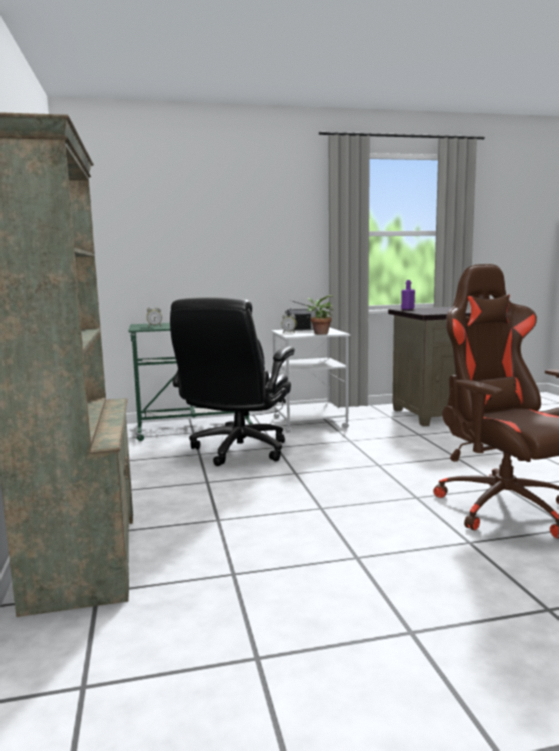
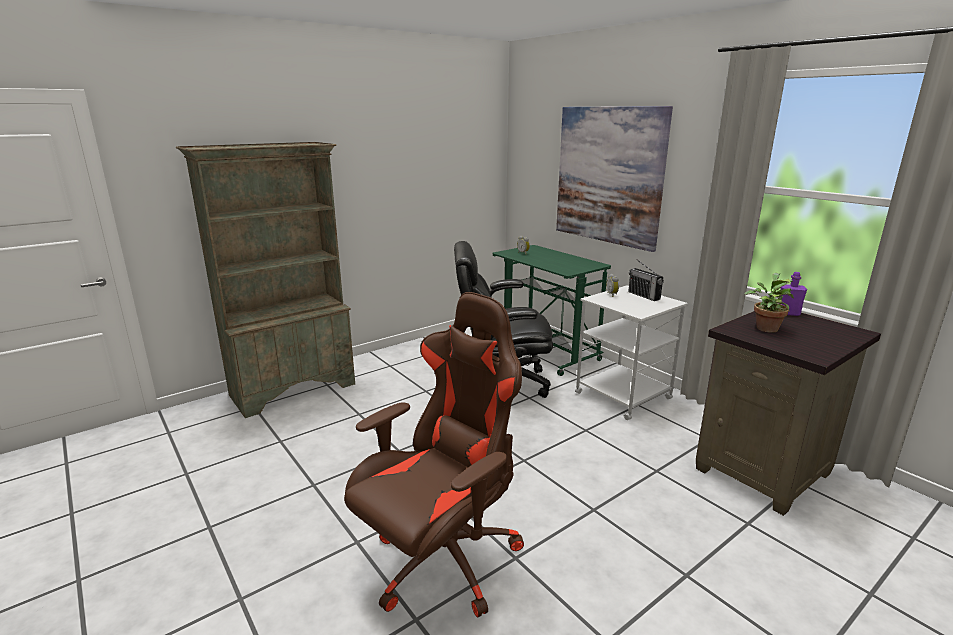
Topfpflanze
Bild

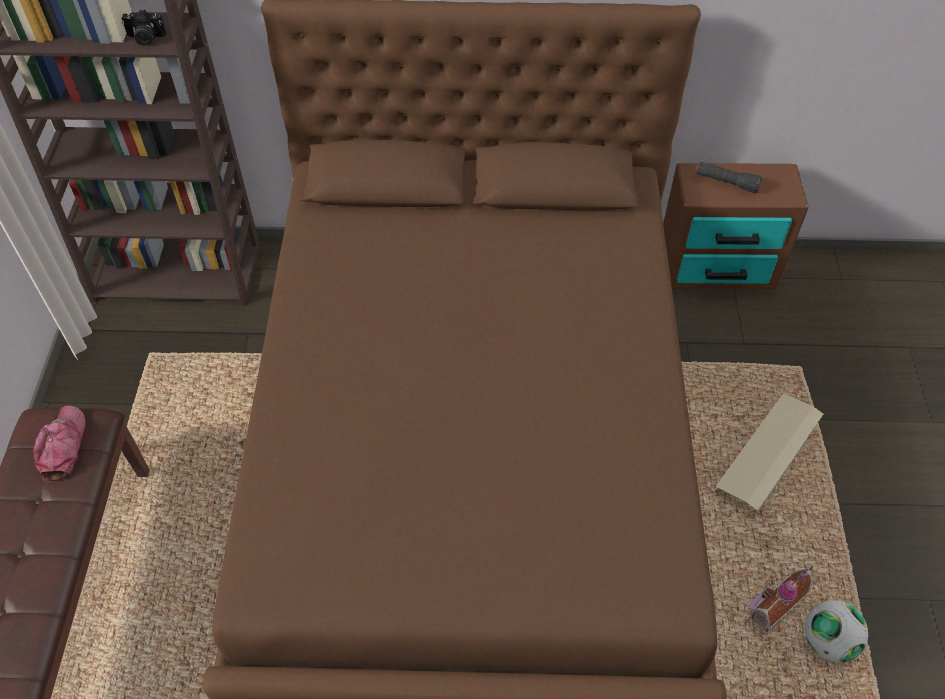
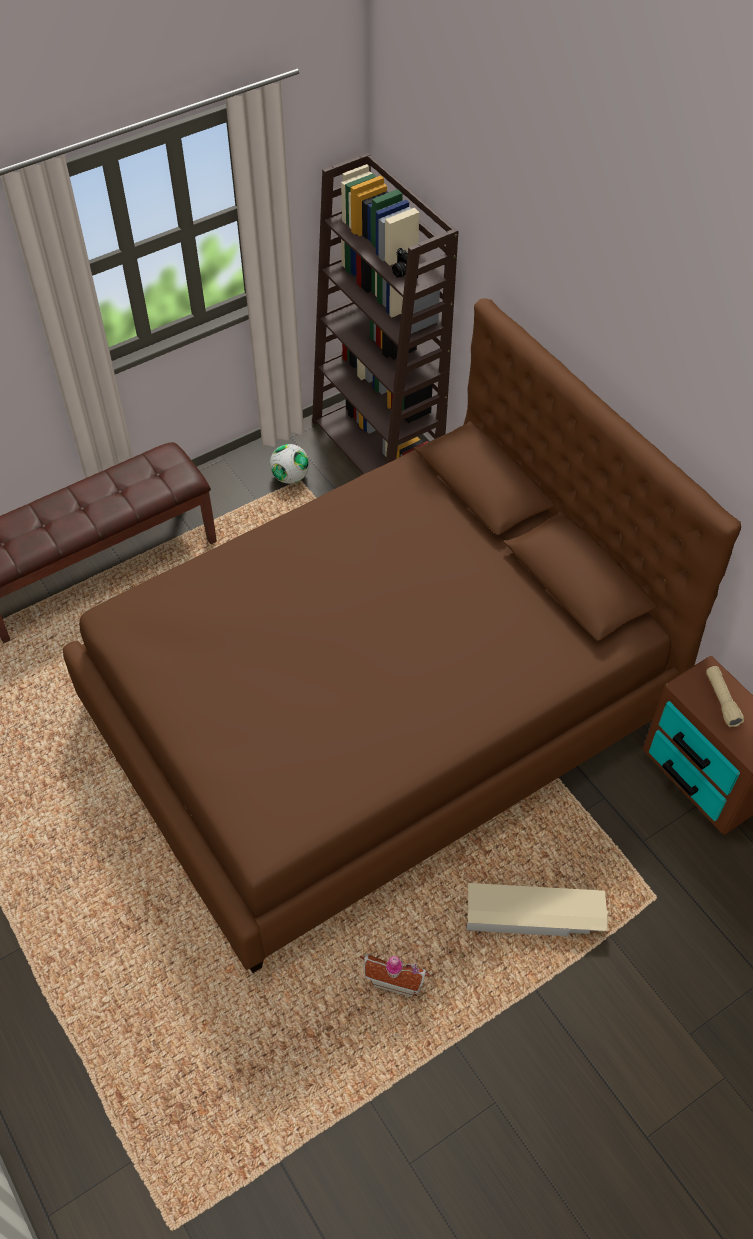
Taschenlampe [beige]
Kappe
Fußball

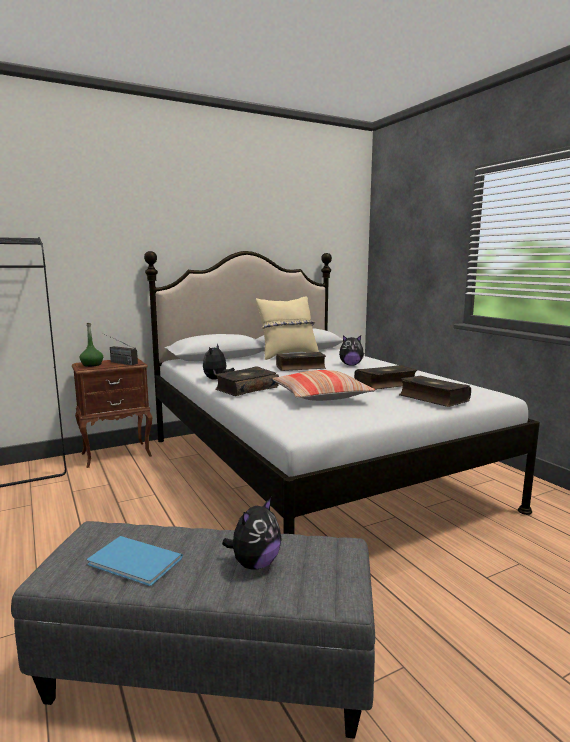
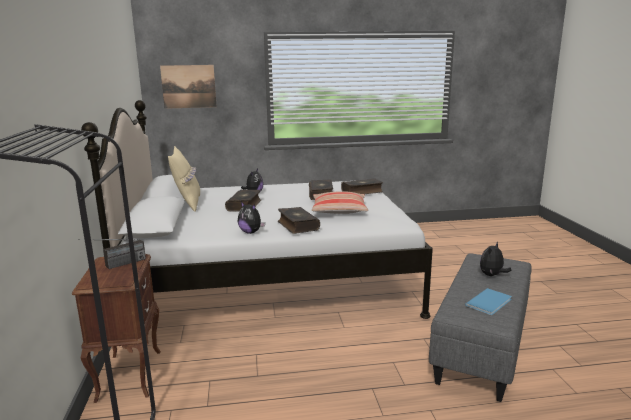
Flasche [grün]
Plüschtier (no. 3 from left)
Bild

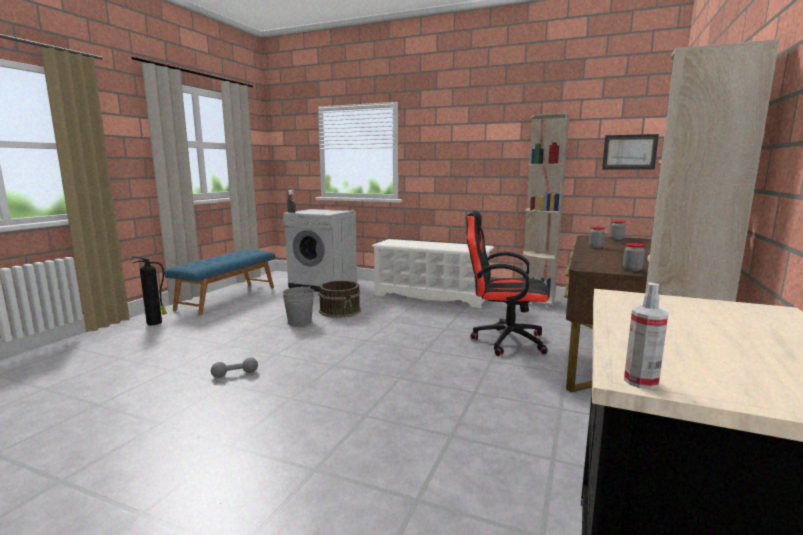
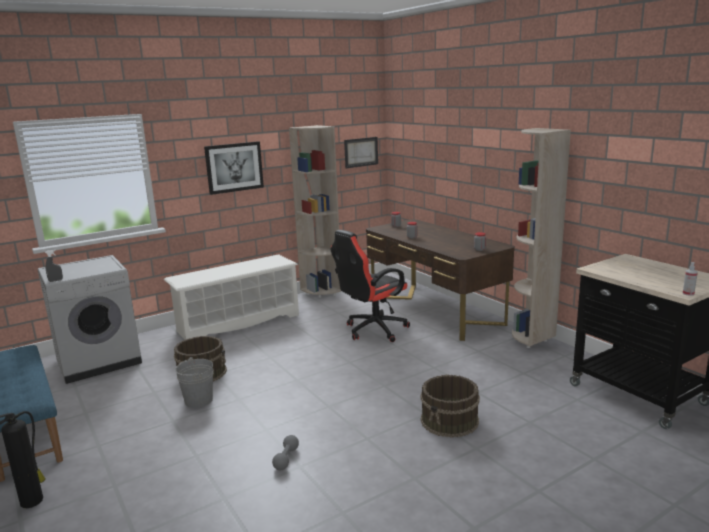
Bild (no. 1 from left)
Eimer [braun] (no. 2 from left)

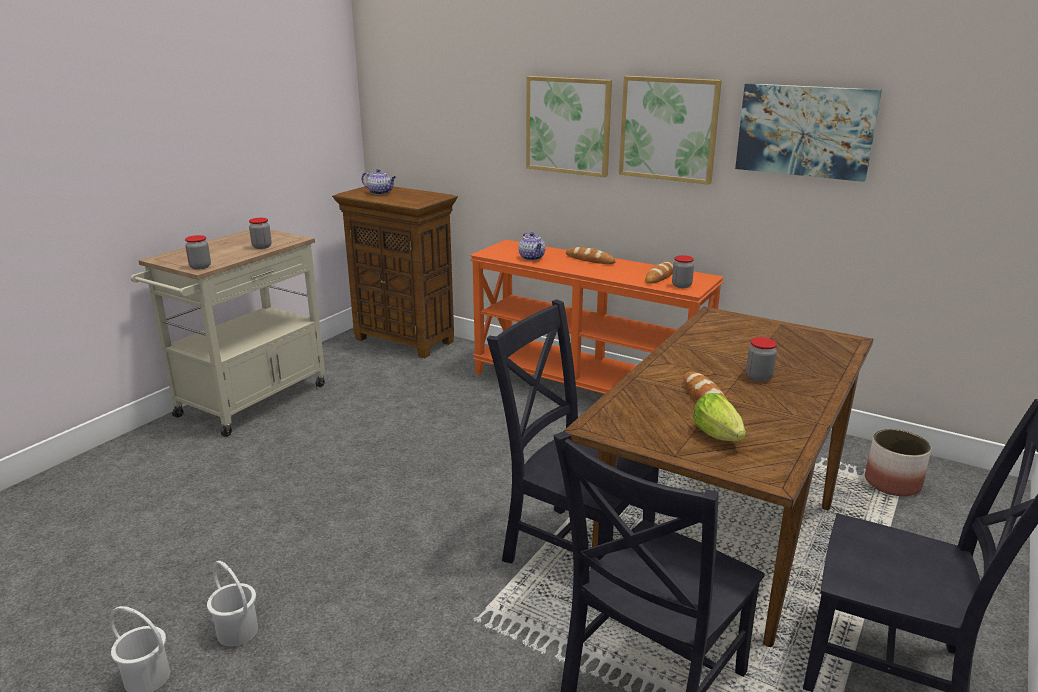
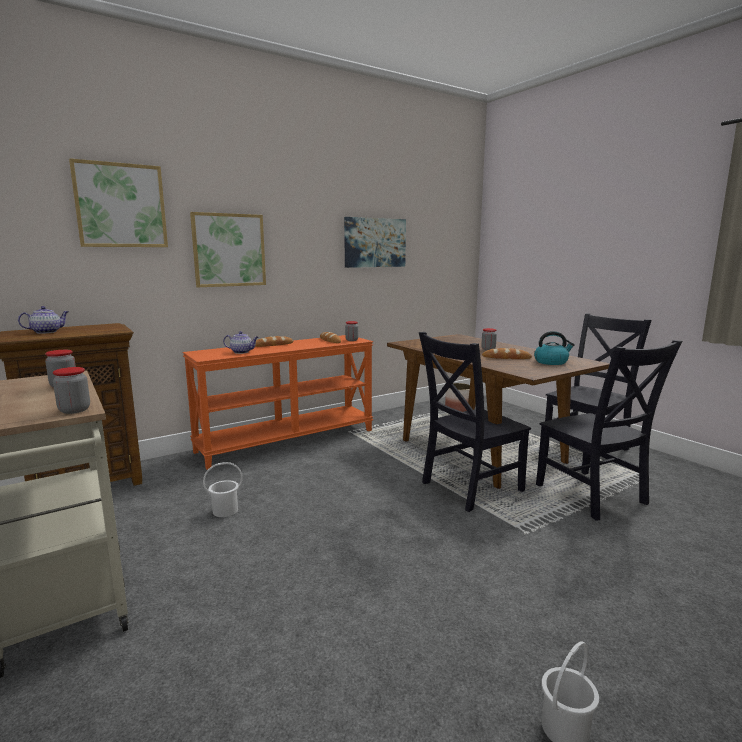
Bild (no. 1 from left)
Wasserkessel
Eimer [weiß] (no. 1 from left)

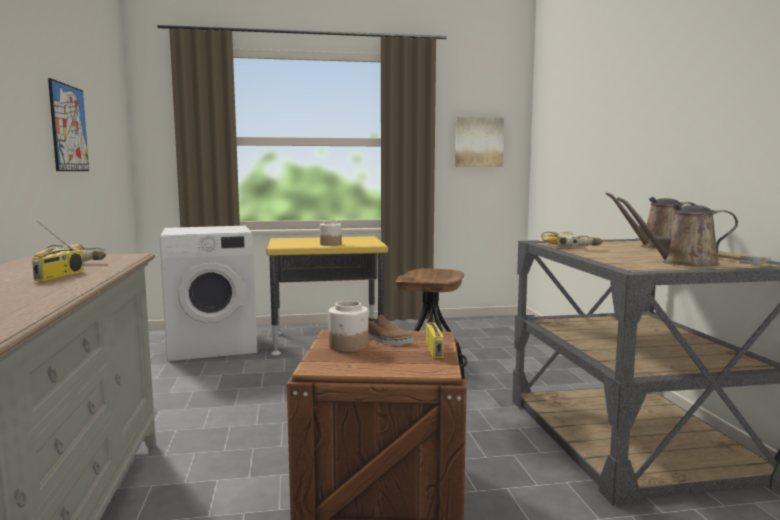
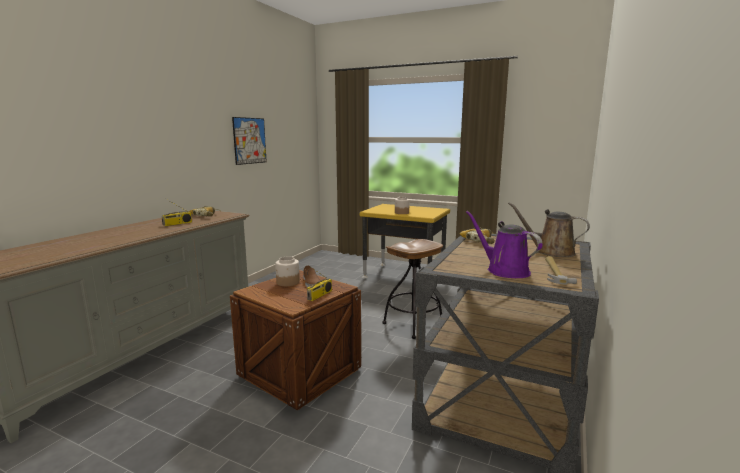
Bild (no. 2 from left in the first image)
Gießkanne [lila]
Waschmaschine [weiß]

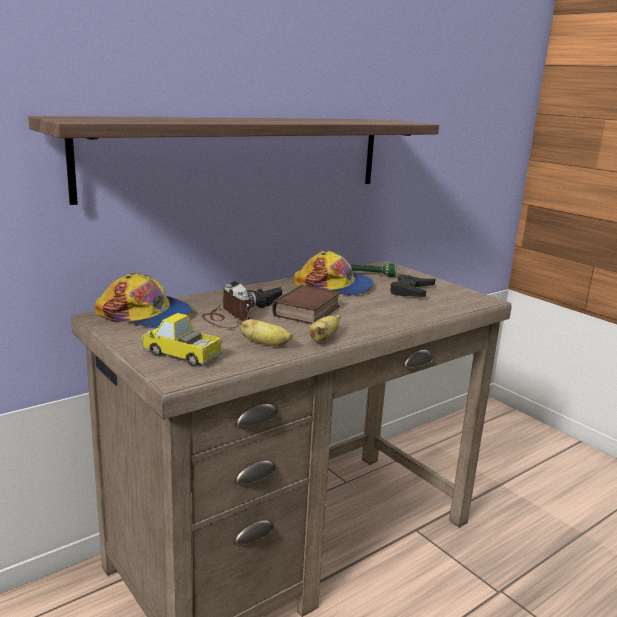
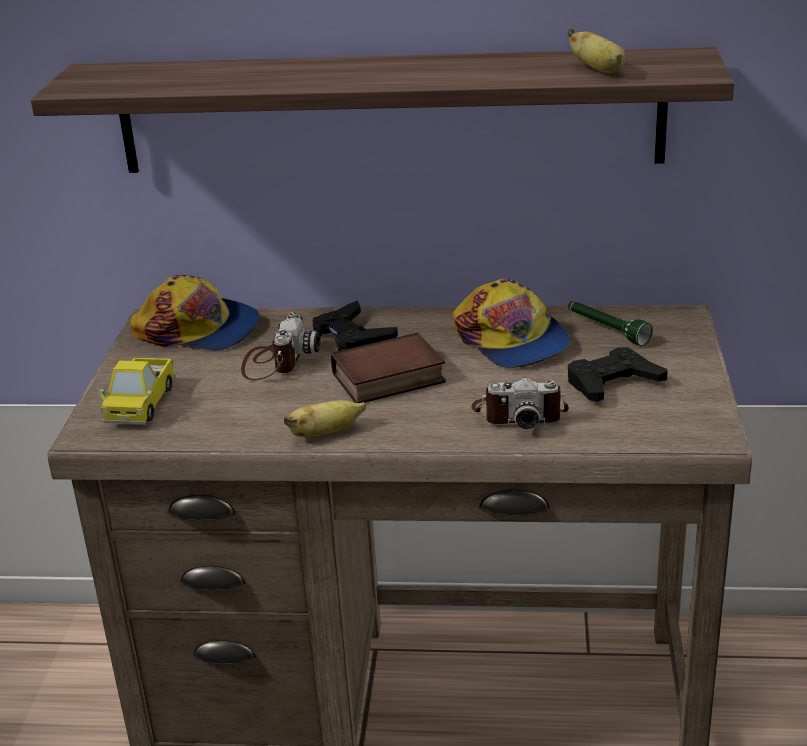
Kappe (no. 1 from left)
Spielzeuglaster
Banane (no. 2 from left)
Kamera (no. 2 from left)

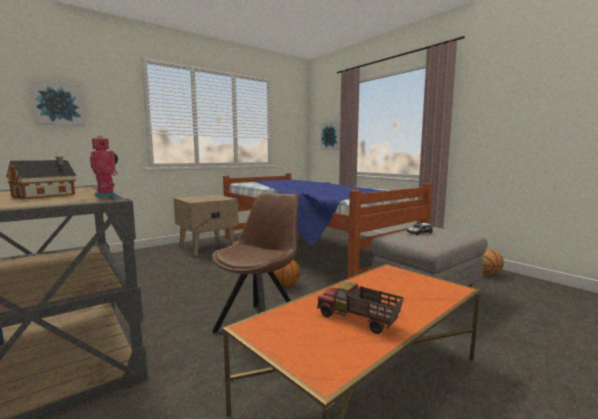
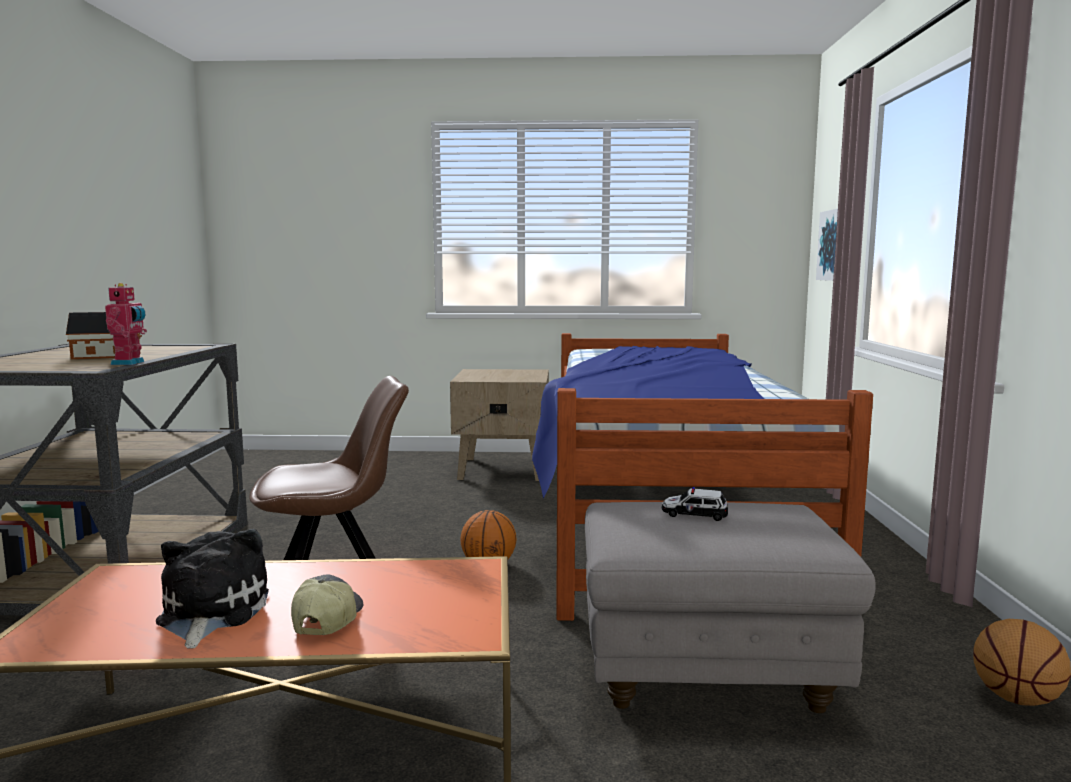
Bild (no. 1 from left in the first image)
Plüschtier
Kappe

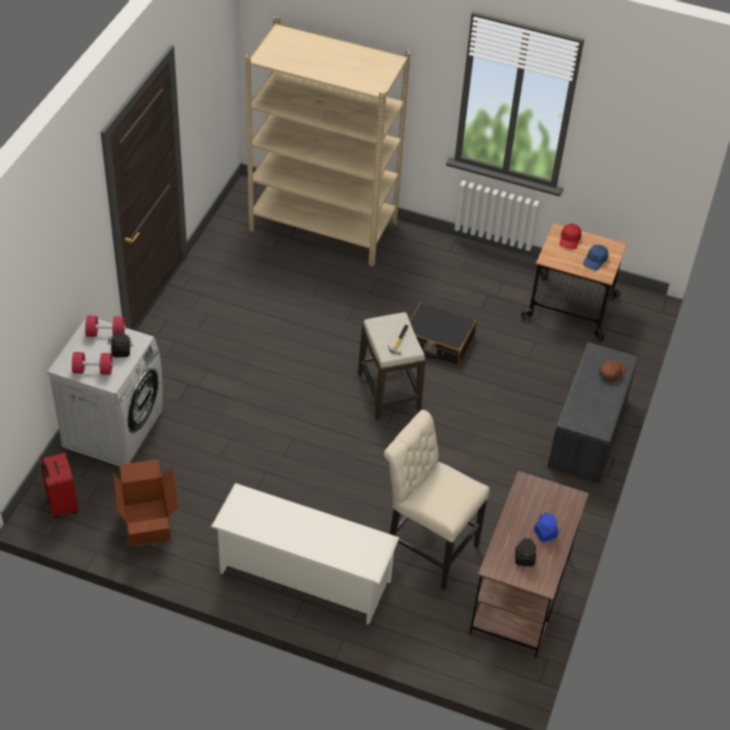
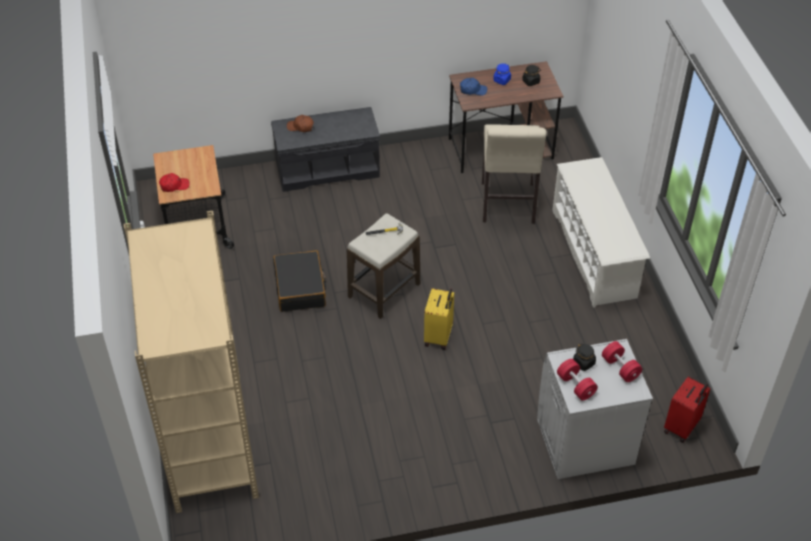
Kappe [blau]
Karton
Koffer [gelb]

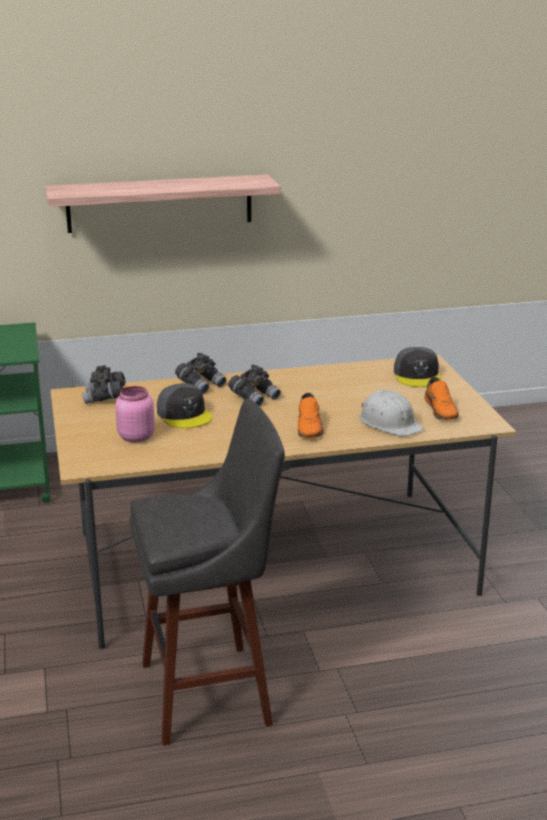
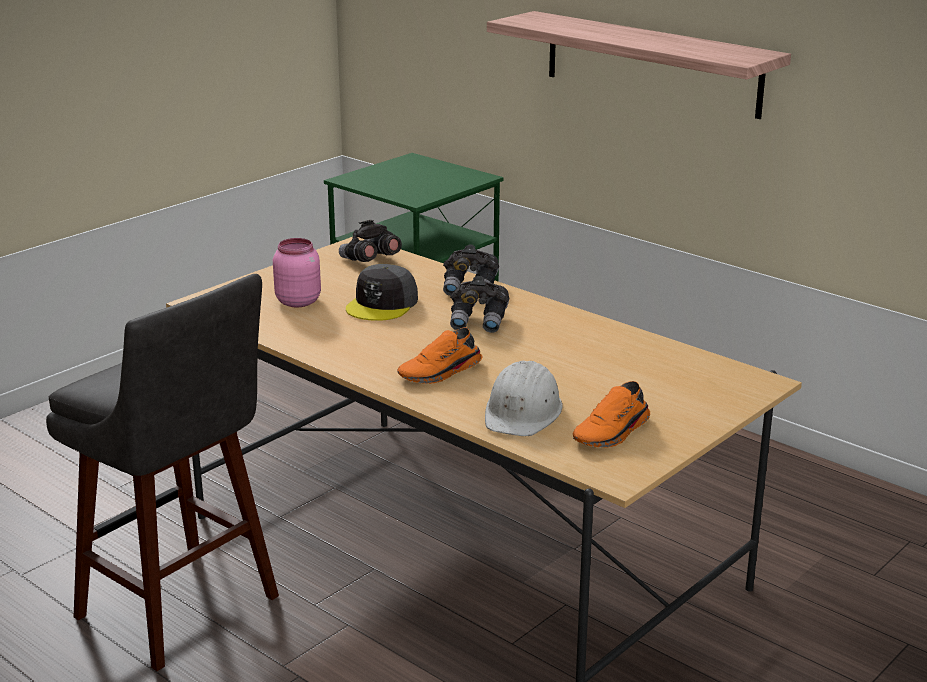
Kappe [grau] (no. 2 from left in the first image)

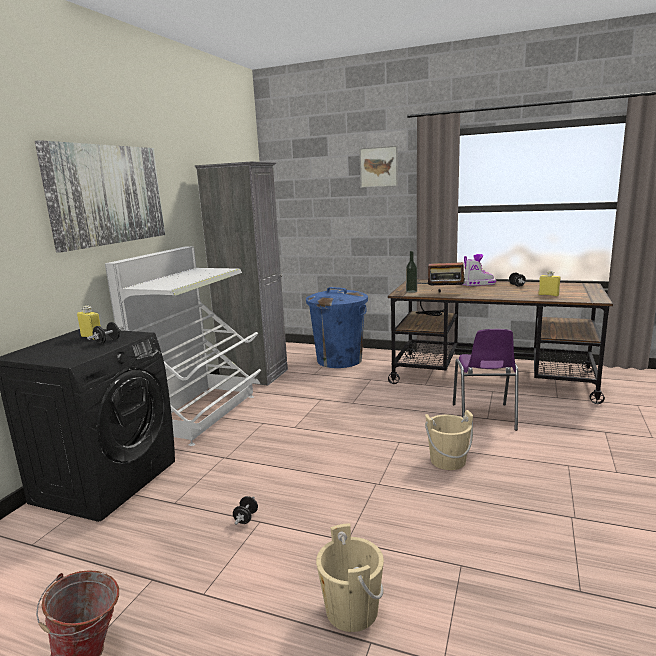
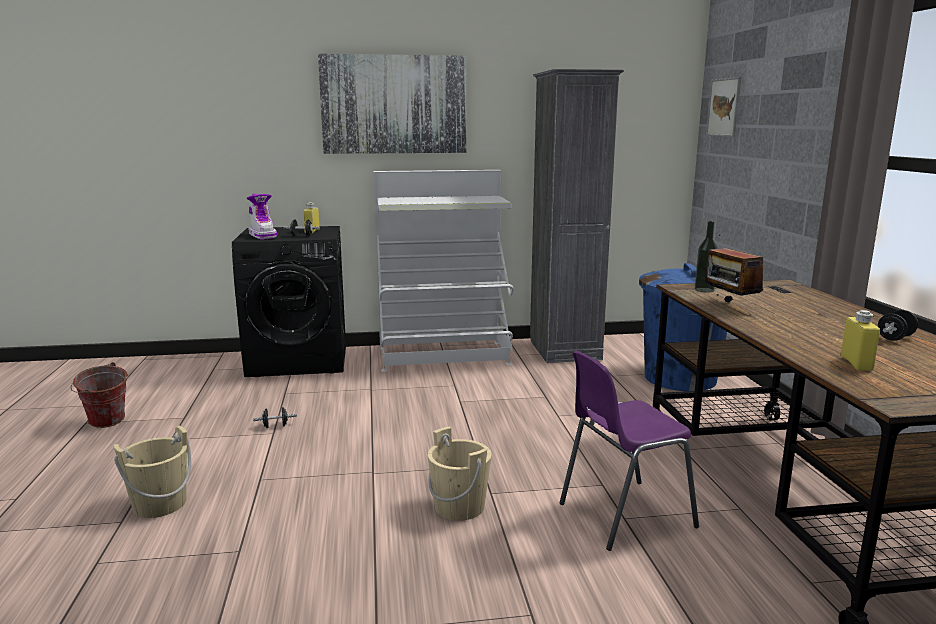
Bild (no. 2 from left)
Stiefel

